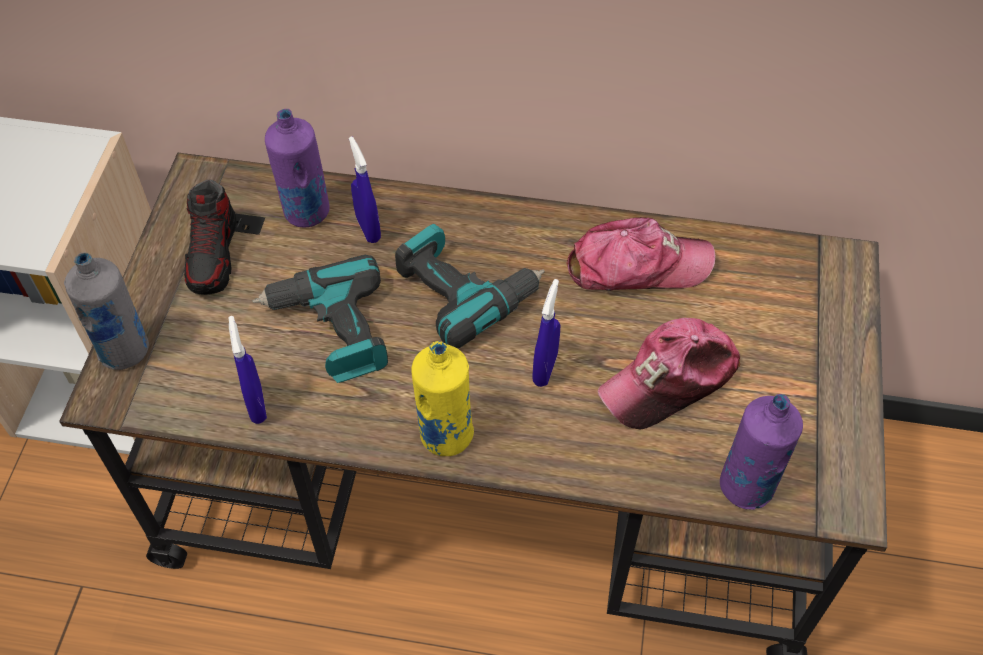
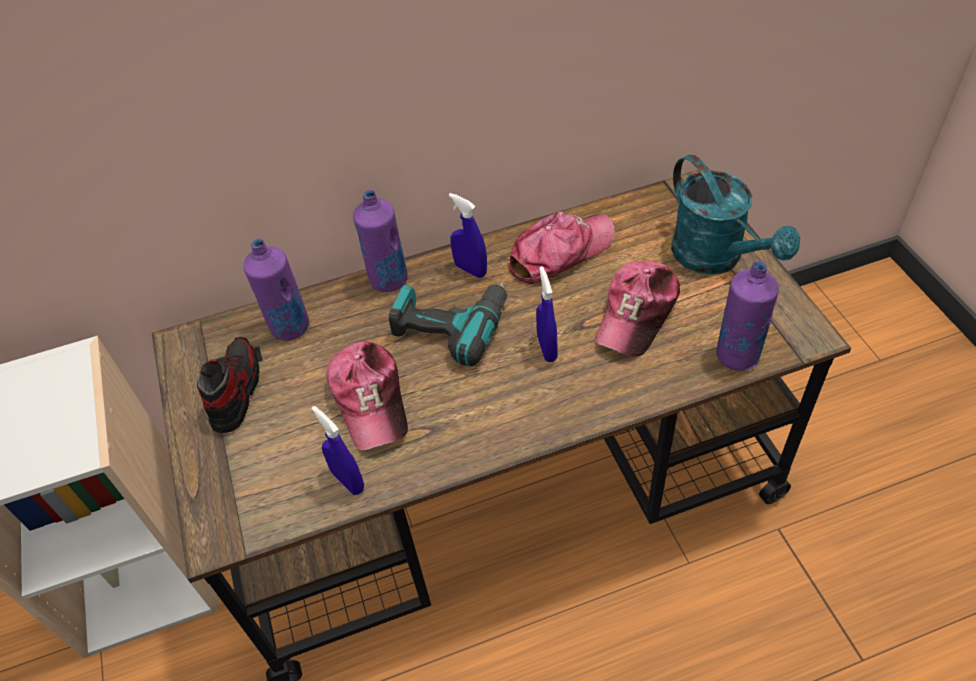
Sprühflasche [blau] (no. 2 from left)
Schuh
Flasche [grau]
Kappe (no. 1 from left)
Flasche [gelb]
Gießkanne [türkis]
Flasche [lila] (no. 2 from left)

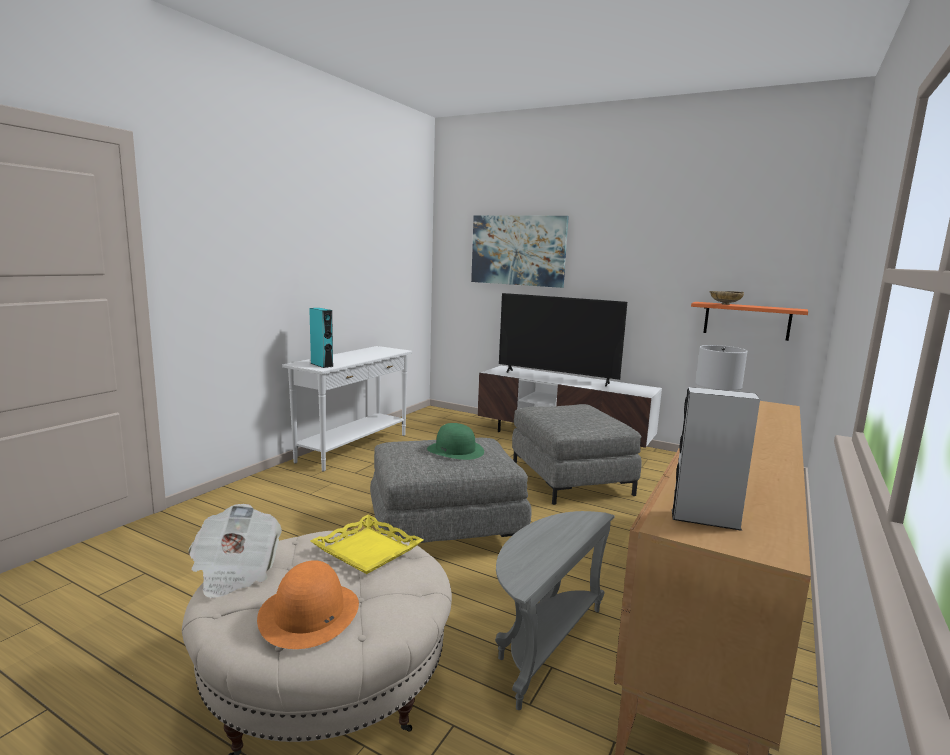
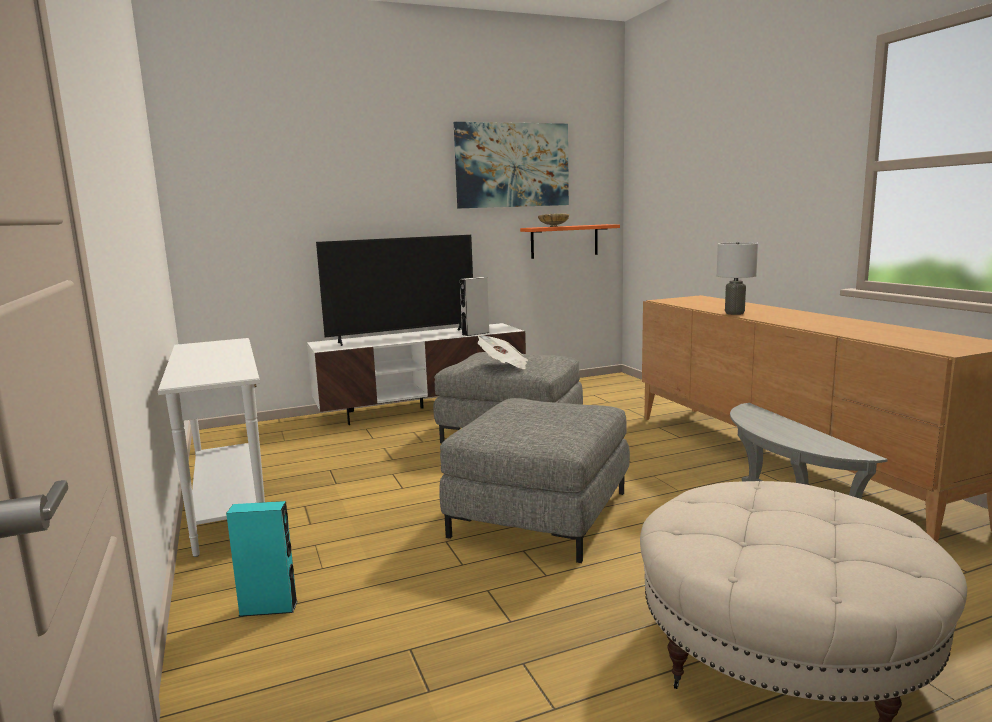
Bild
Lautsprecher [türkis]
Lautsprecher [grau]
Hut [grün]
Zeitung
Tablett [gelb]
Hut [orange]

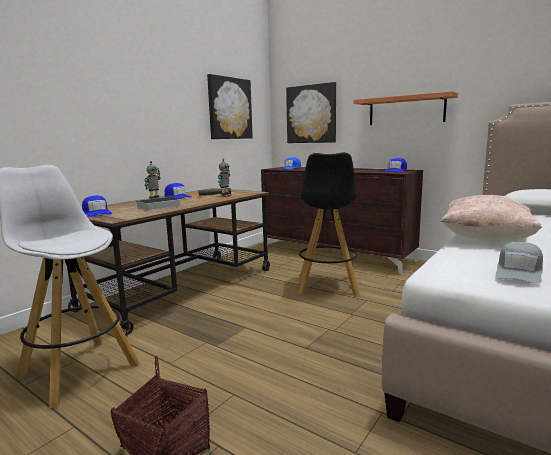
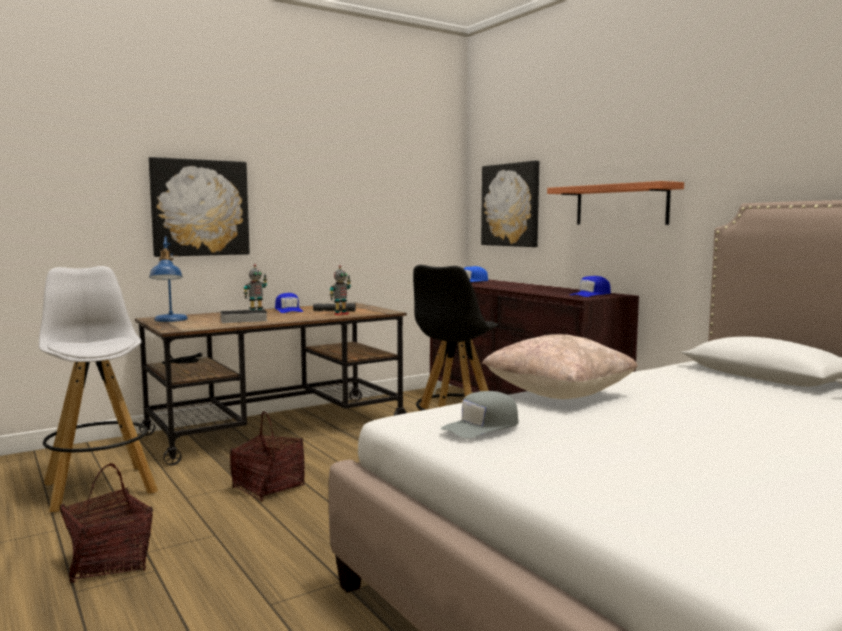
Bild (no. 1 from left)
Tischlampe [blau]
Korb (no. 2 from left)

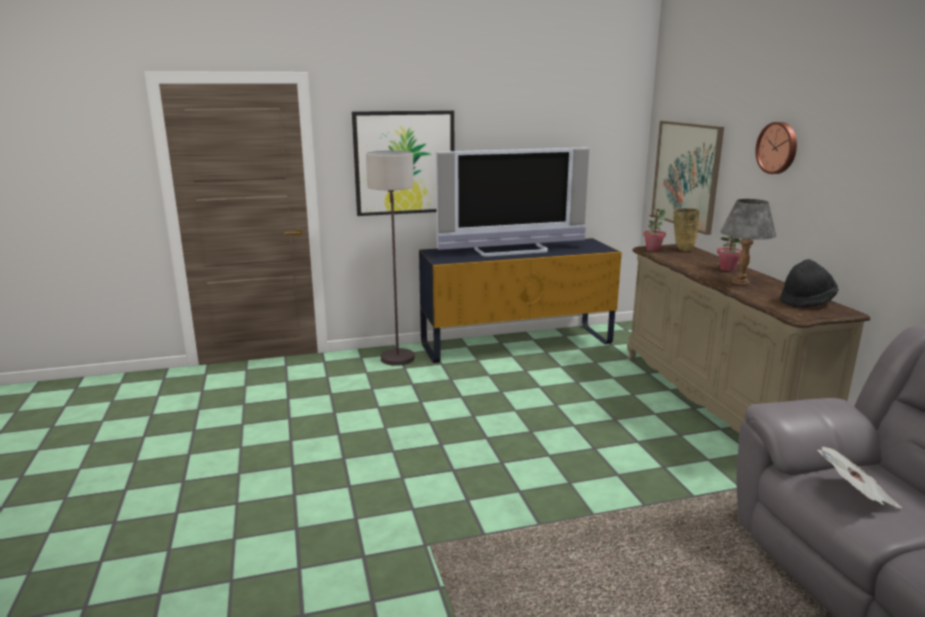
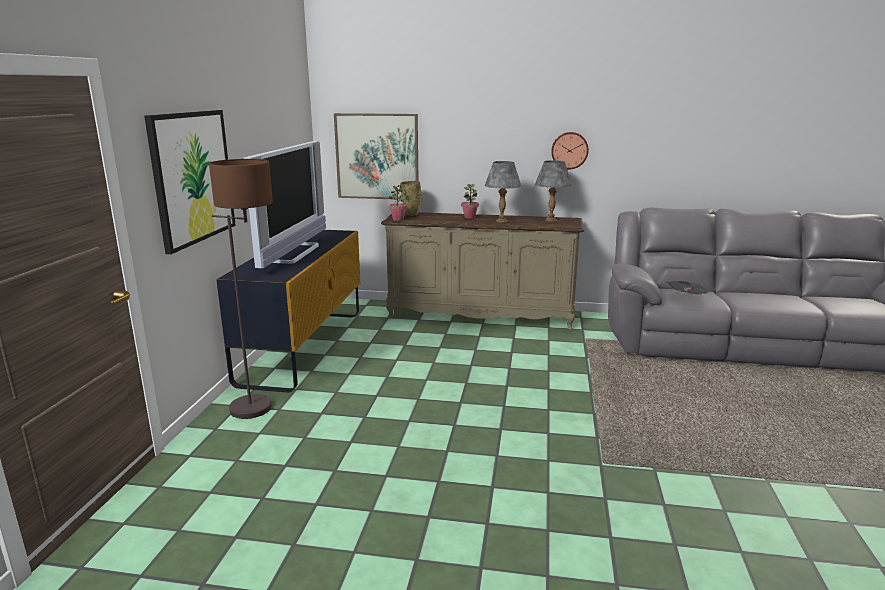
Wanduhr
Stehlampe [braun]
Tischlampe [grau] (no. 2 from left)

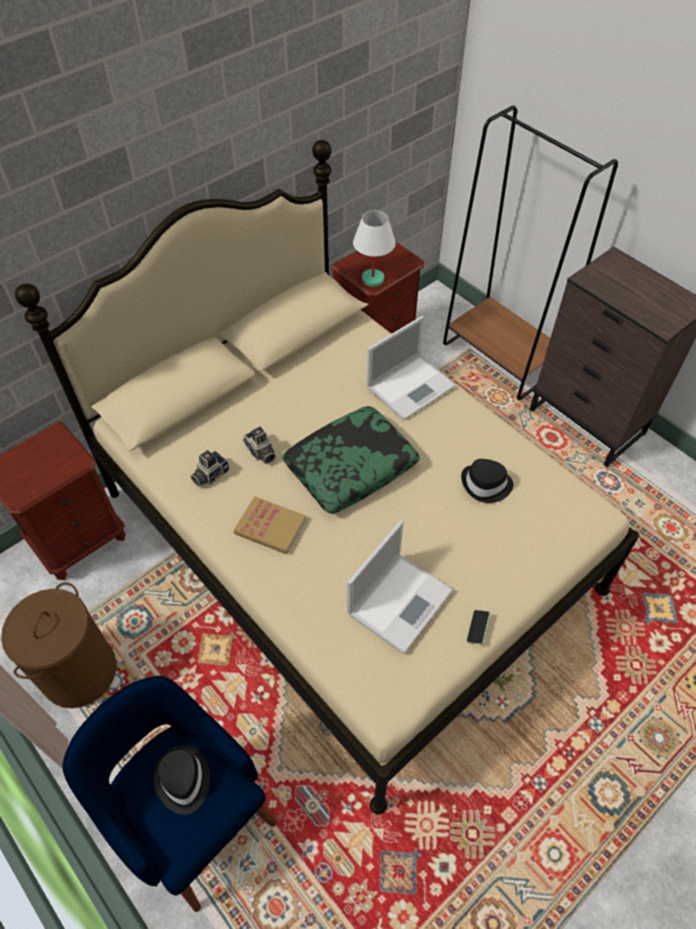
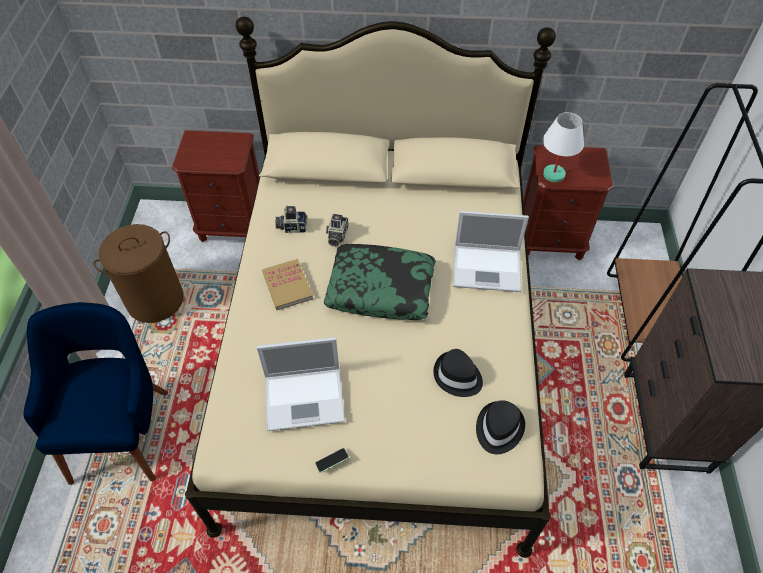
Hut [schwarz] (no. 2 from left)

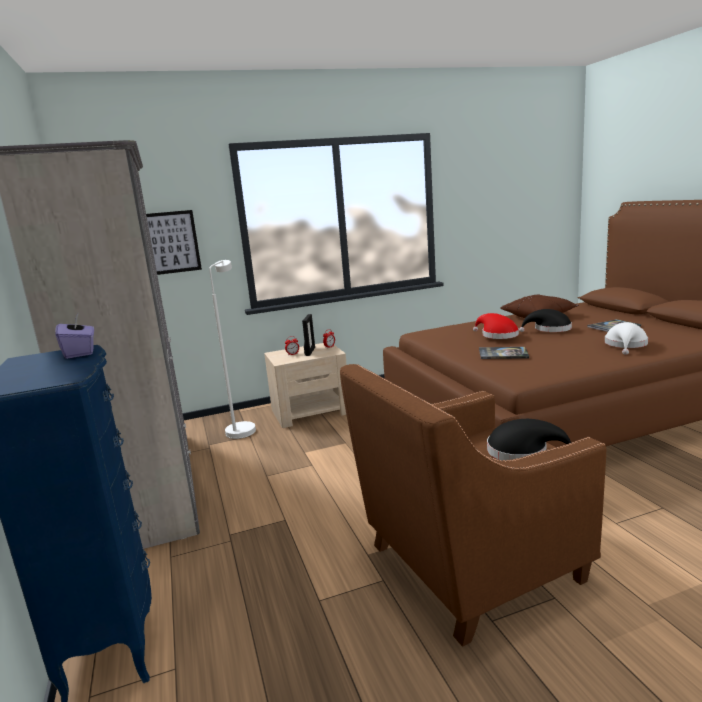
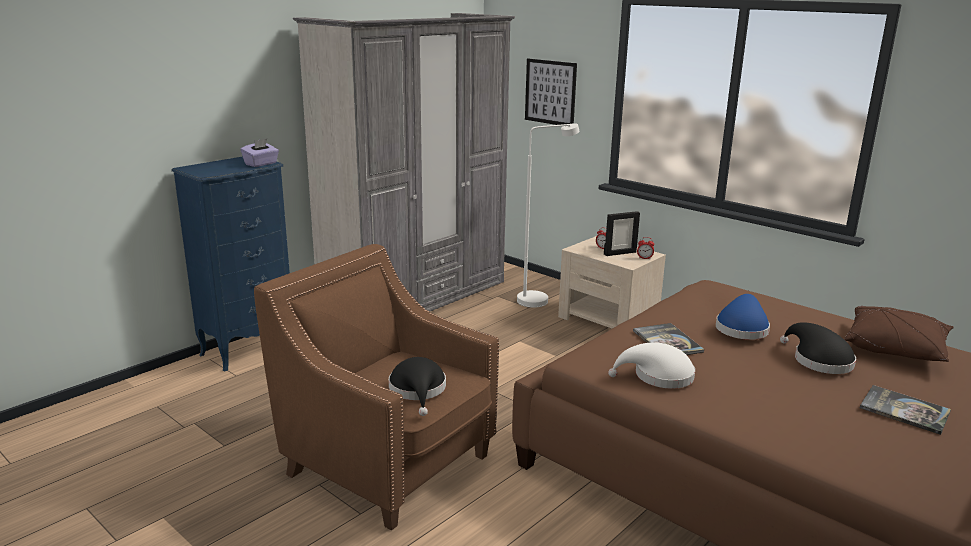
Hut [blau]
Hut [weiß]

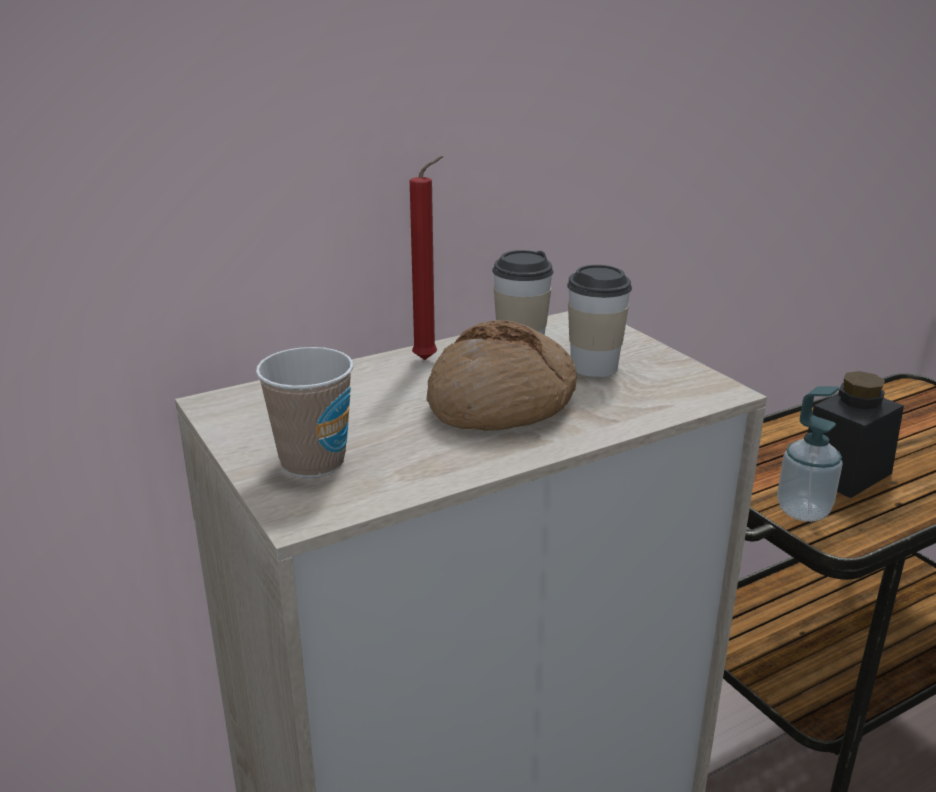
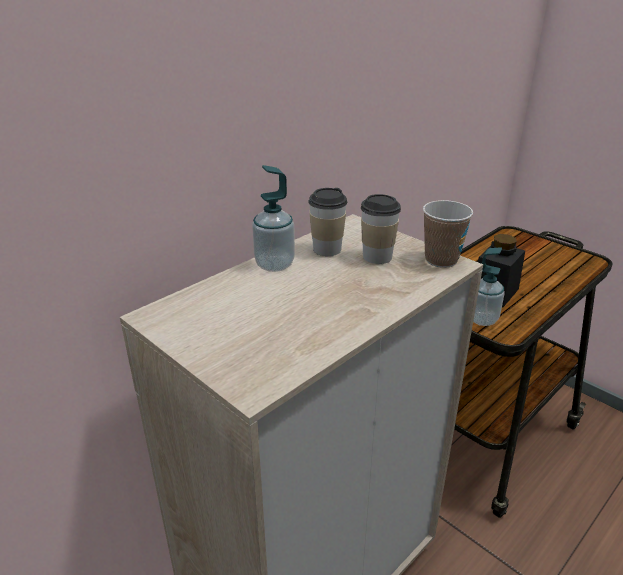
Seifenspender (no. 1 from left)
Brot
Tasse (no. 3 from left)

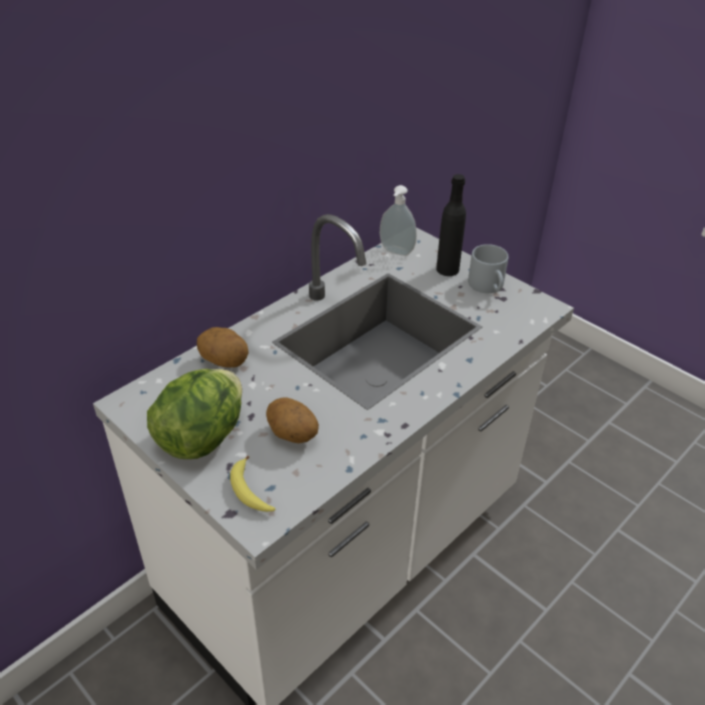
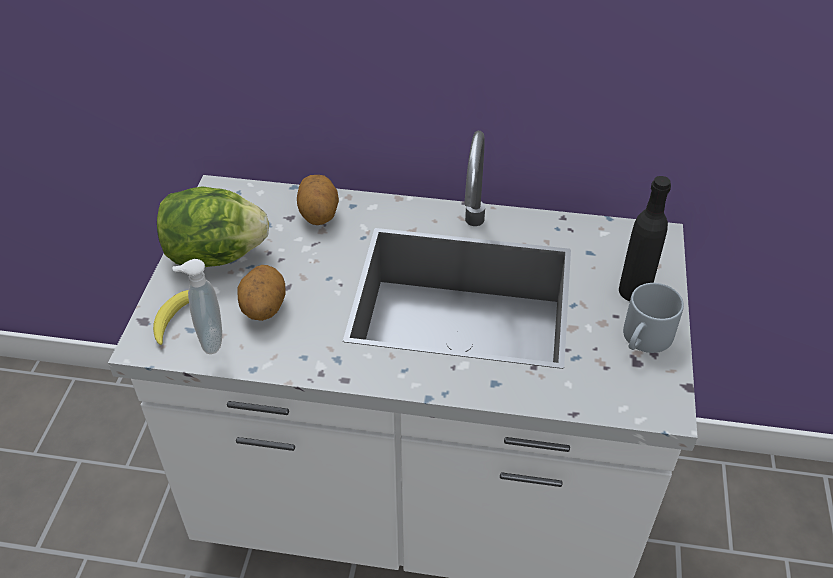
Seifenspender

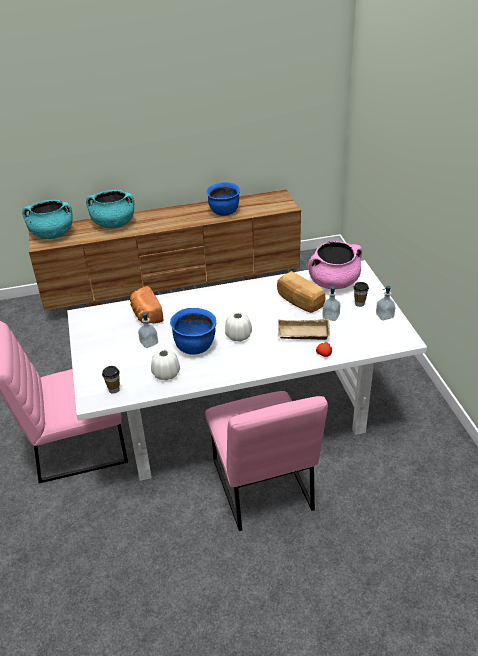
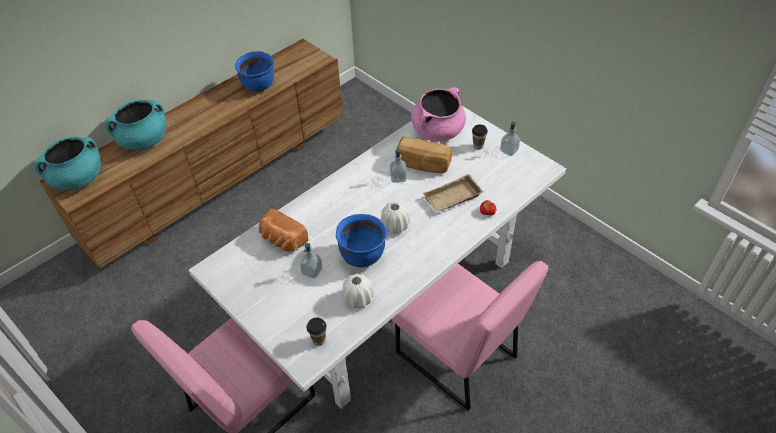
Seifenspender (no. 2 from left)

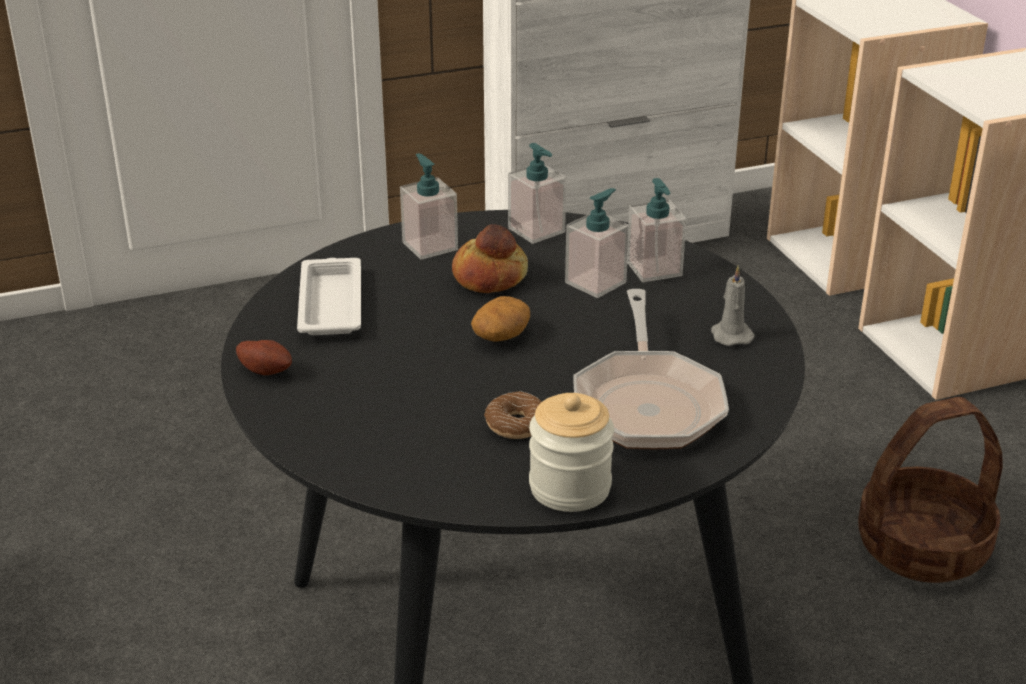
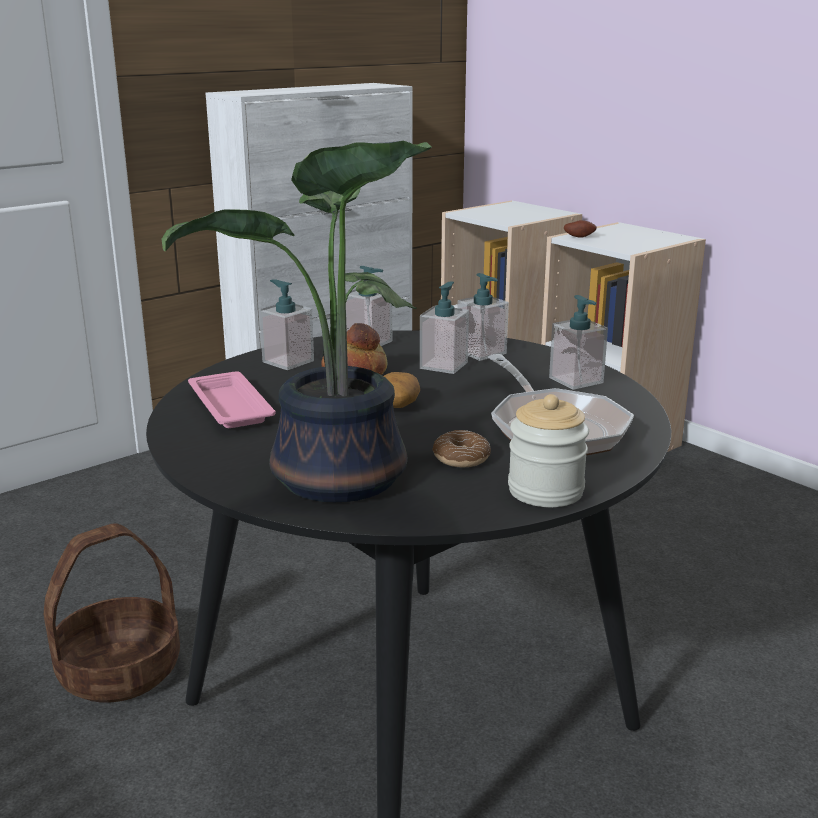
Tablett [rosa]
Seifenspender (no. 5 from left)
Kartoffel (no. 2 from left)
Korb
Topfpflanze

